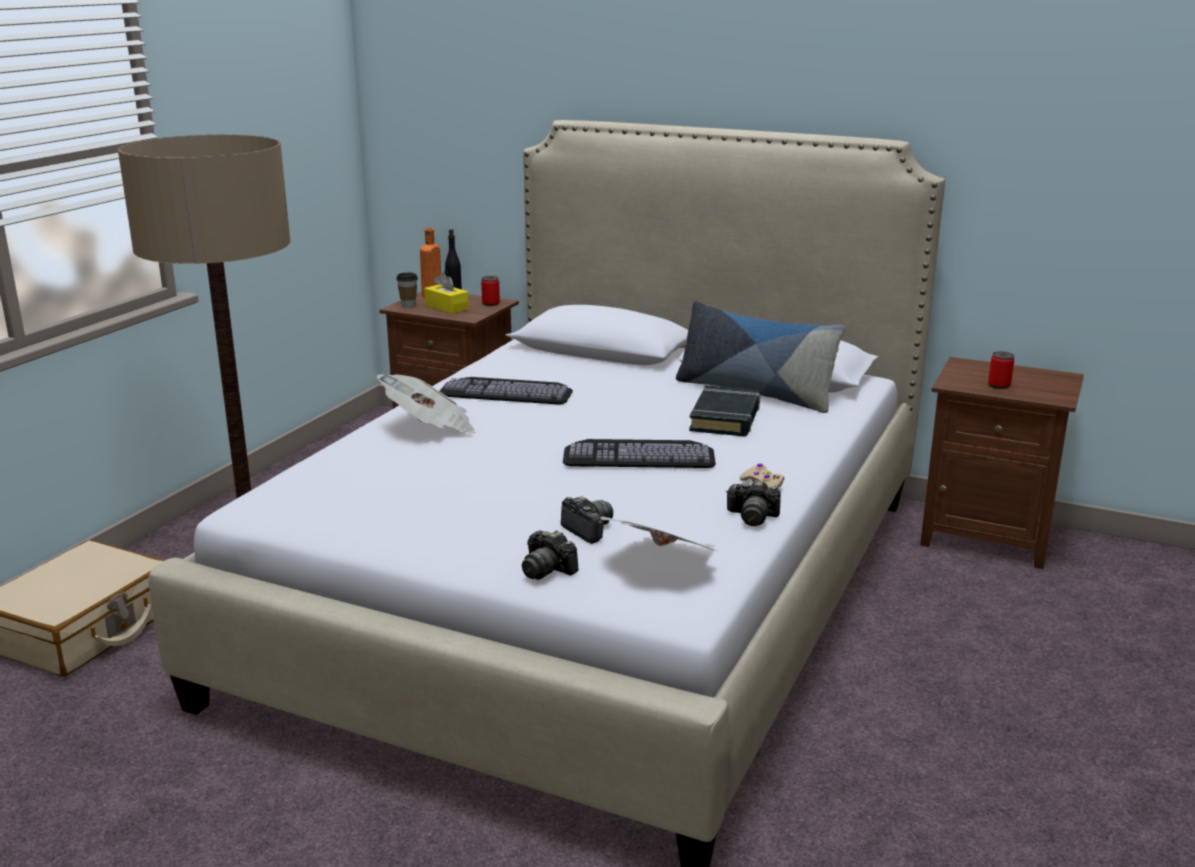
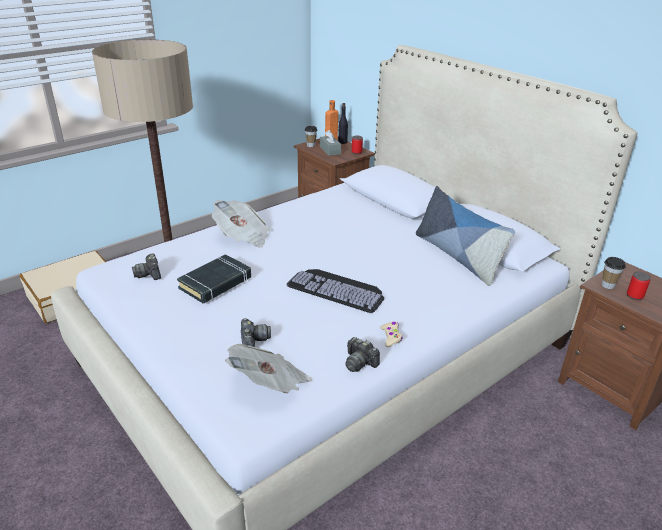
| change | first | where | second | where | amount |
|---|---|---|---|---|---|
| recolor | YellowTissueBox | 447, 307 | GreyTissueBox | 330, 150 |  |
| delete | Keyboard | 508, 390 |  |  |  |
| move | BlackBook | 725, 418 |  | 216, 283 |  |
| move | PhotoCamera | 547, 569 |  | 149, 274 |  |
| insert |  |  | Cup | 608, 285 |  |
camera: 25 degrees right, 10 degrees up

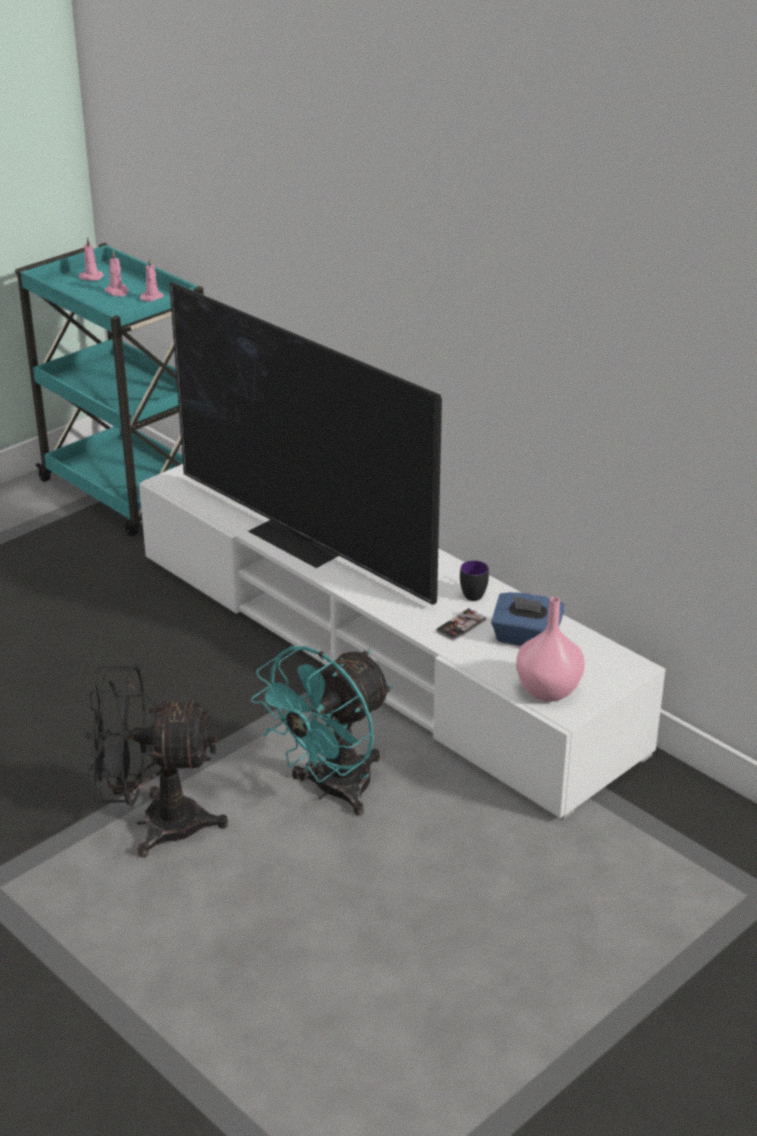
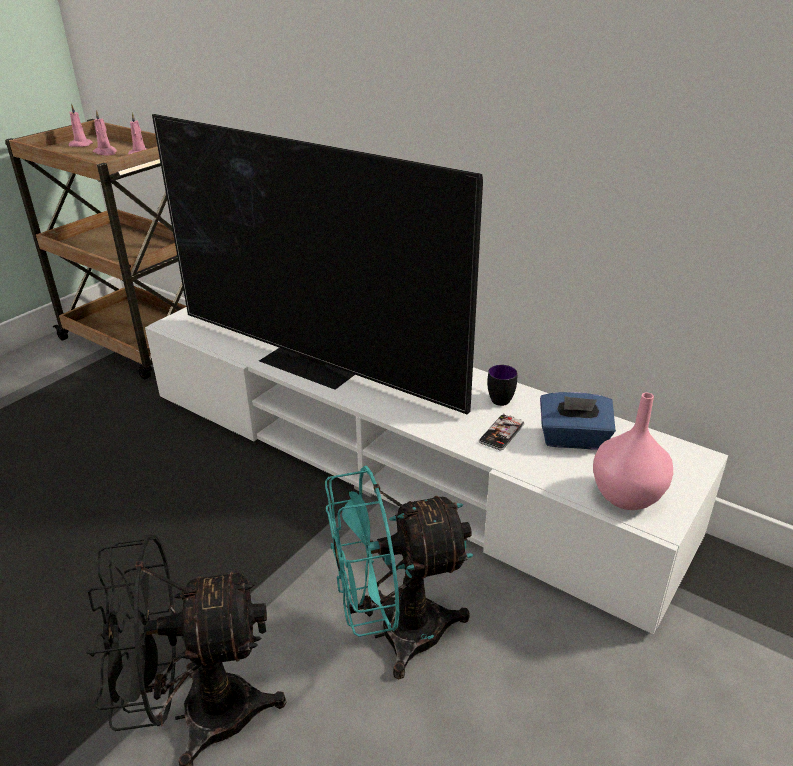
| change | first | where | second | where | amount |
|---|---|---|---|---|---|
| recolor | TurquoiseCart | 130, 492 | BrownCart | 141, 342 |  |
| rotate | TurquoiseFan | 331, 790 |  | 394, 633 | 45 degrees clockwise |
camera: 10 degrees left, 0 degrees up

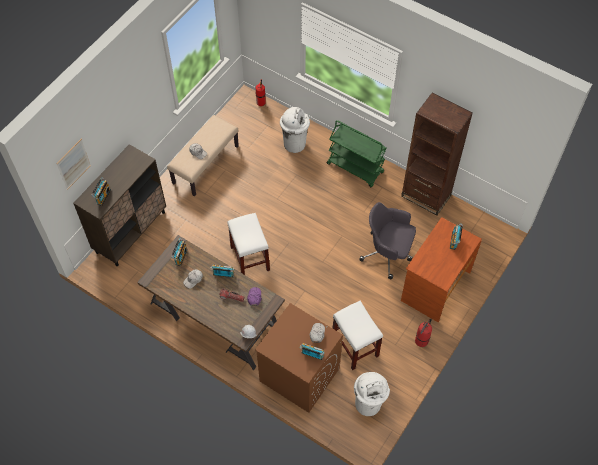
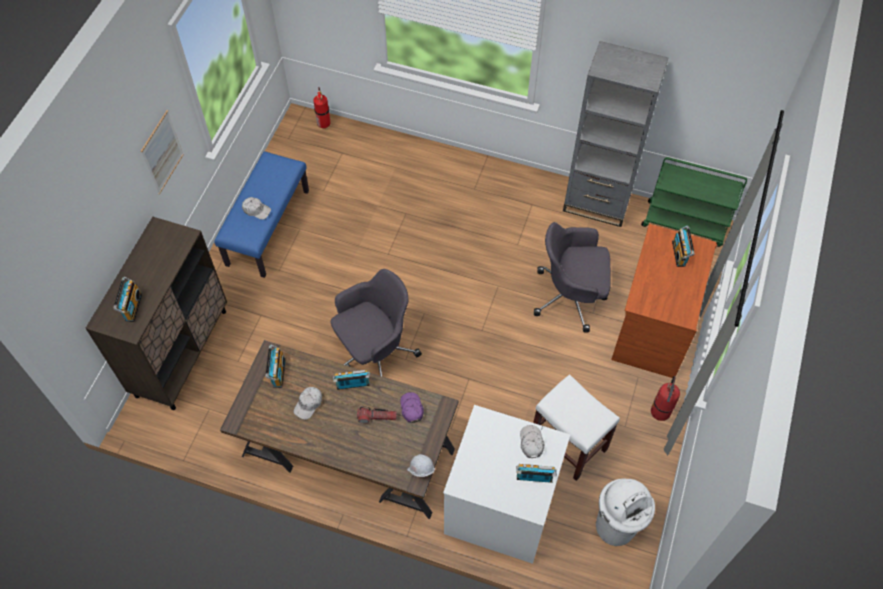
| change | first | where | second | where | amount |
|---|---|---|---|---|---|
| recolor | BrownBookcase | 426, 196 | GreyBookcase | 596, 203 |  |
| delete | WhiteTrashCan | 295, 144 |  |  |  |
| recolor | BeigeBench | 205, 164 | BlueBench | 267, 227 |  |
| move | GreenCart | 355, 168 |  | 685, 223 |  |
| move | Picture | 73, 164 |  | 162, 152 |  |
| replace | WhiteStool | 250, 259 | GreyOfficeChair | 375, 351 |  |
| recolor | BrownWashingMachine | 299, 374 | WhiteWashingMachine | 500, 508 |  |
camera: 15 degrees left, 0 degrees up

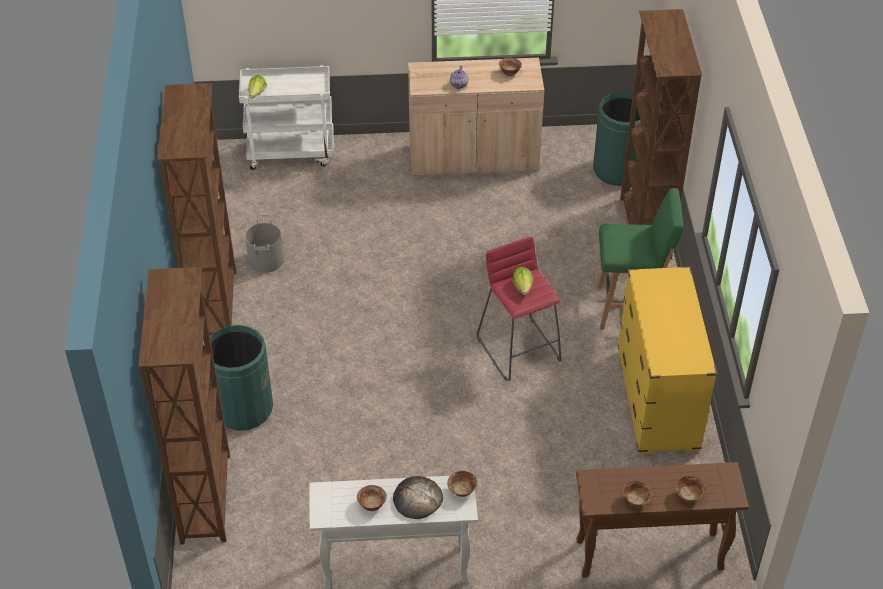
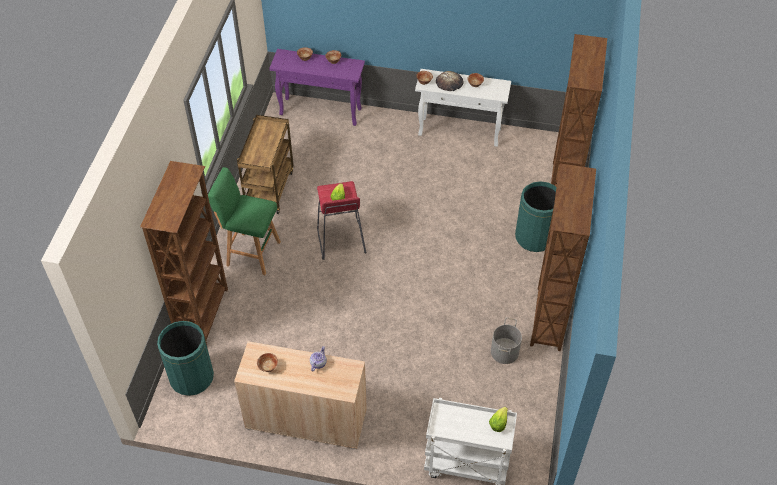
| change | first | where | second | where | amount |
|---|---|---|---|---|---|
| replace | YellowDresser | 657, 400 | BrownCart | 269, 188 |  |
| recolor | BrownConsoleTable | 648, 555 | PurpleConsoleTable | 321, 111 |  |
camera: 165 degrees left, 5 degrees up

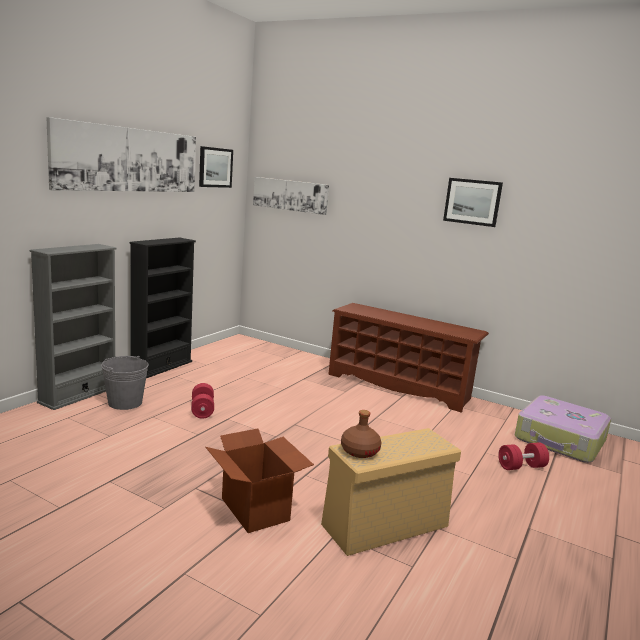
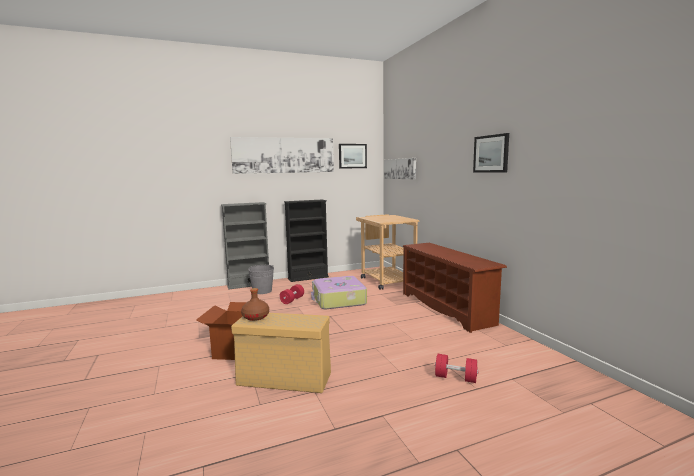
| change | first | where | second | where | amount |
|---|---|---|---|---|---|
| move | Suitcase | 560, 440 |  | 338, 300 |  |
| insert |  |  | BeigeCart | 385, 280 |  |
camera: 40 degrees right, 5 degrees down

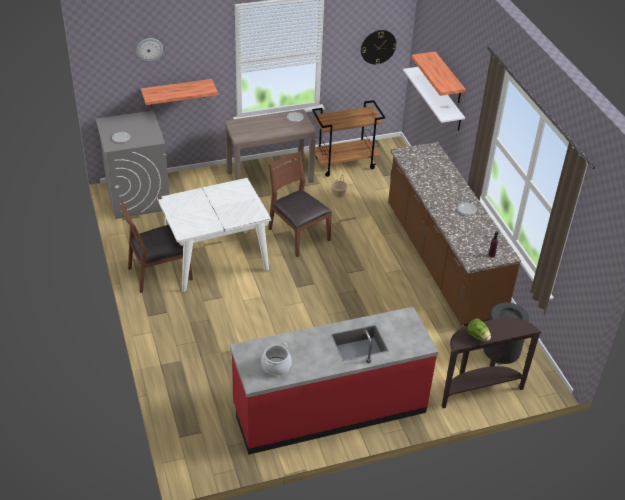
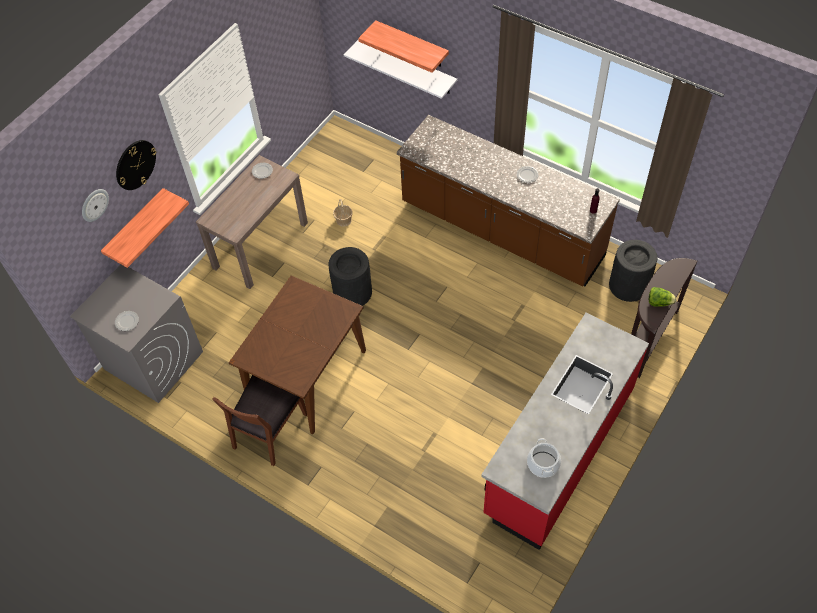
| change | first | where | second | where | amount |
|---|---|---|---|---|---|
| move | WallClock | 378, 47 |  | 135, 164 |  |
| delete | BrownCart | 345, 163 |  |  |  |
| replace | BrownChair | 297, 234 | BlackTrashCan | 352, 292 |  |
| recolor | WhiteDiningTable | 215, 261 | BrownDiningTable | 307, 377 |  |
camera: 35 degrees left, 15 degrees up

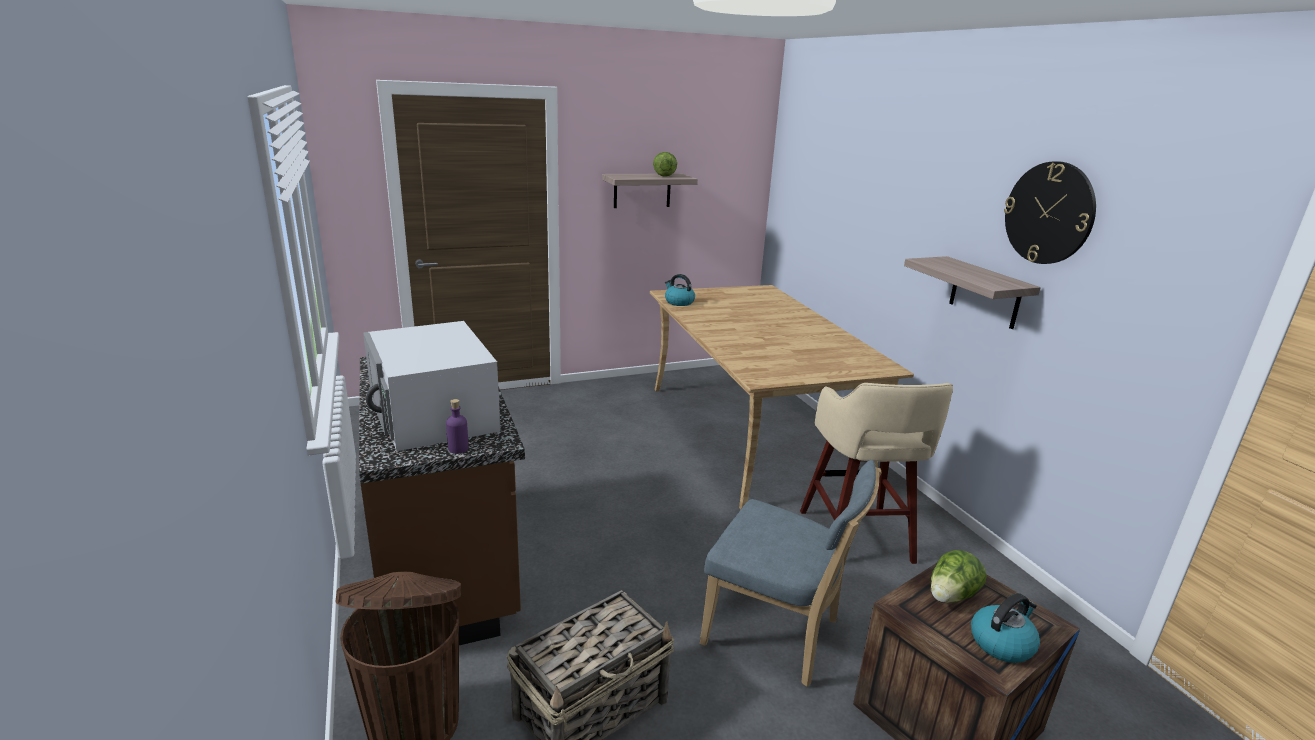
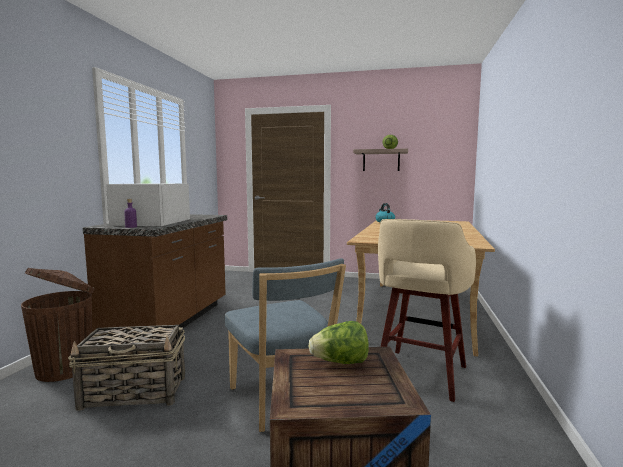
| change | first | where | second | where | amount |
|---|---|---|---|---|---|
| delete | WallClock | 1049, 213 |  |  |  |
| delete | Shelf | 985, 293 |  |  |  |
| delete | Kettle | 1001, 643 |  |  |  |
camera: 35 degrees right, 15 degrees down

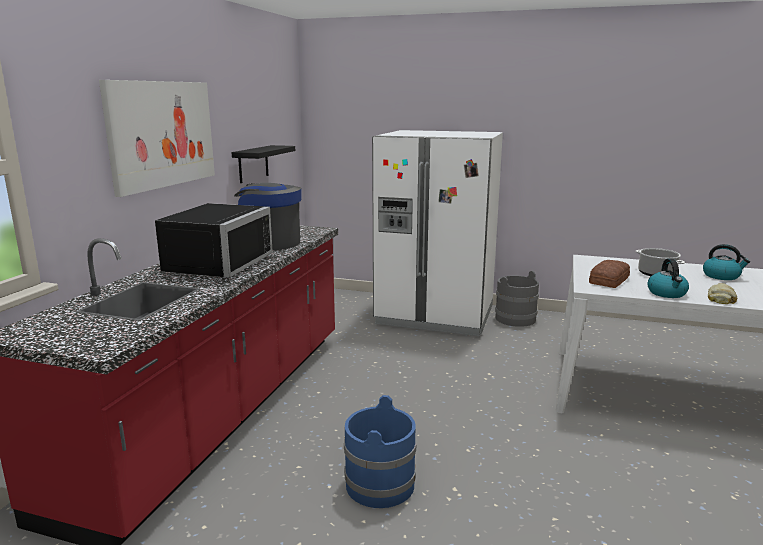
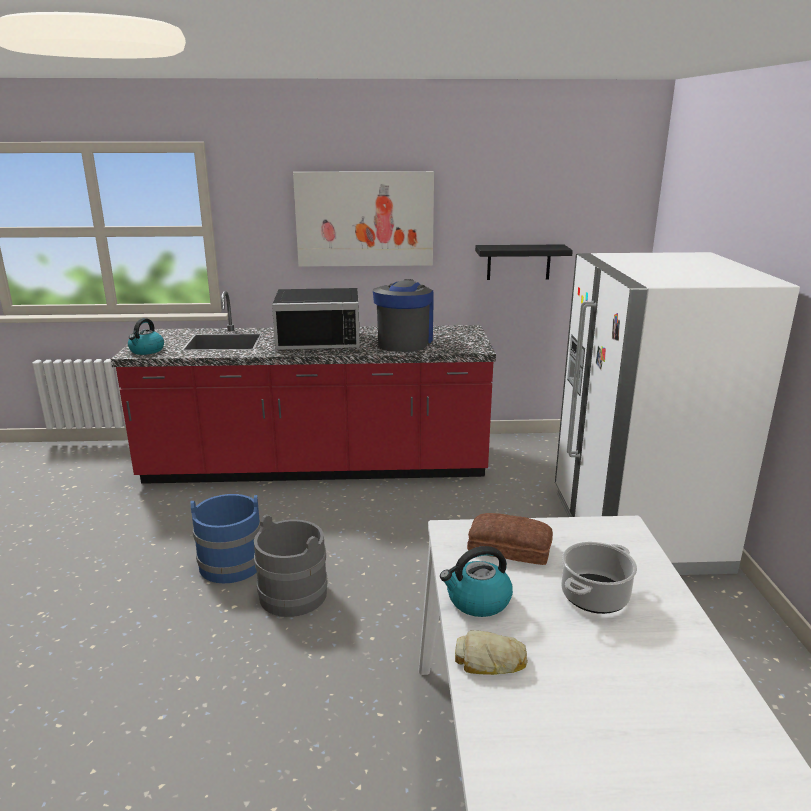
| change | first | where | second | where | amount |
|---|---|---|---|---|---|
| move | Kettle | 721, 276 |  | 146, 351 |  |
| move | GreyBucket | 515, 318 |  | 293, 594 |  |
camera: 70 degrees right, 5 degrees up

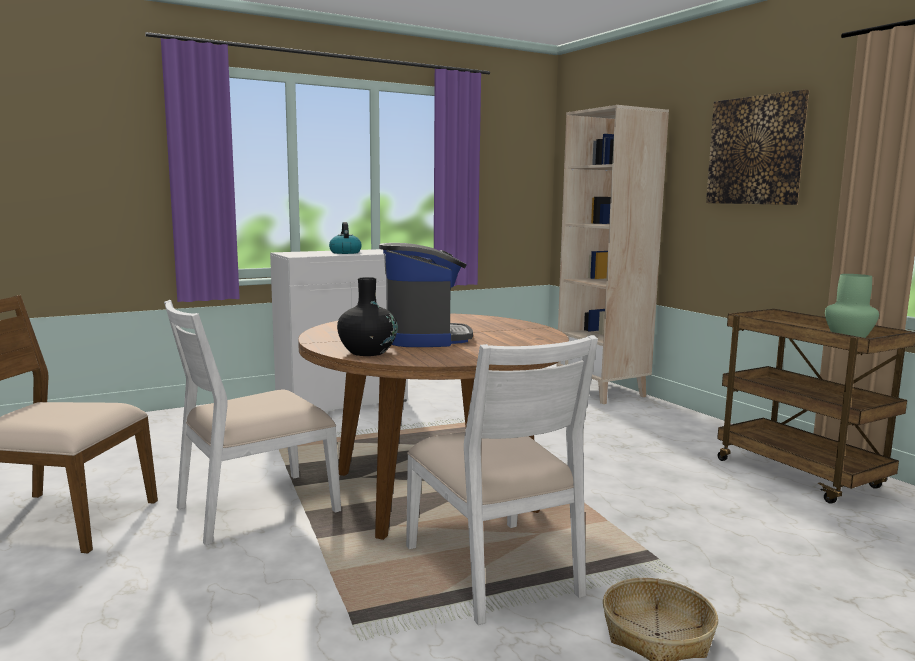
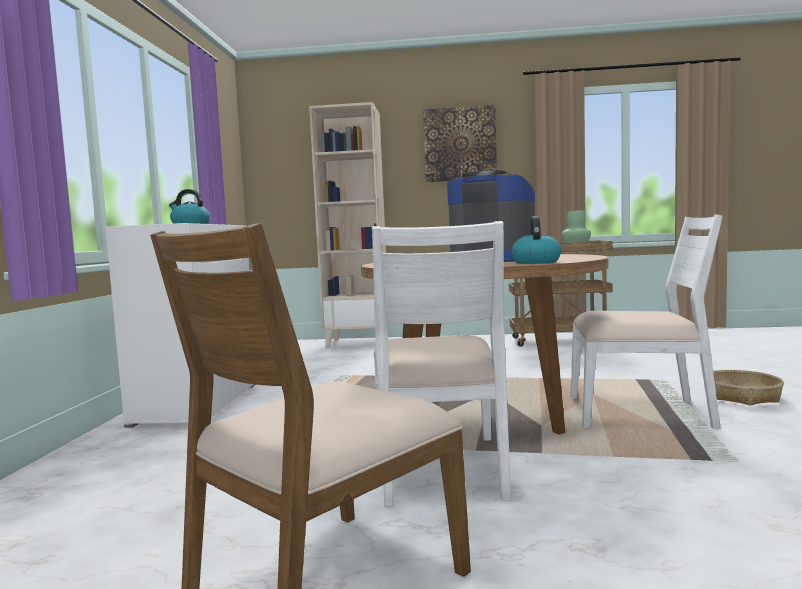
| change | first | where | second | where | amount |
|---|---|---|---|---|---|
| replace | BlackVase | 367, 352 | Kettle | 535, 262 |  |
camera: 55 degrees left, 5 degrees down

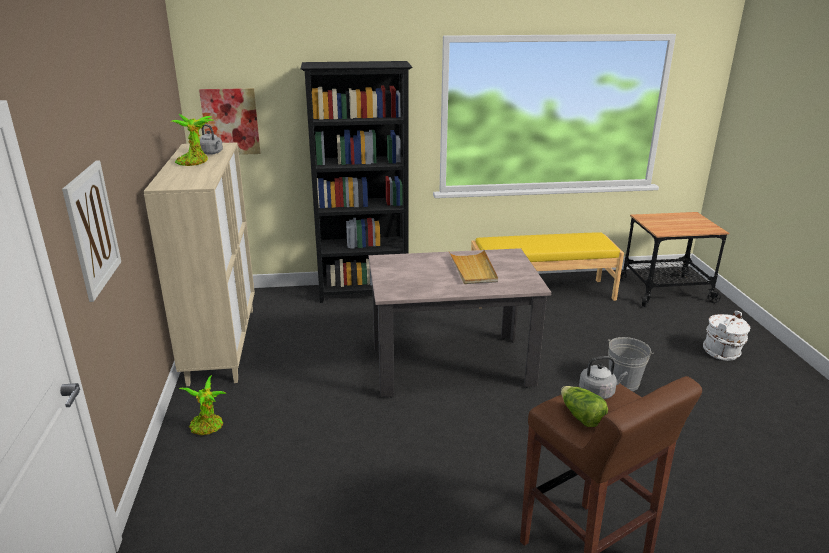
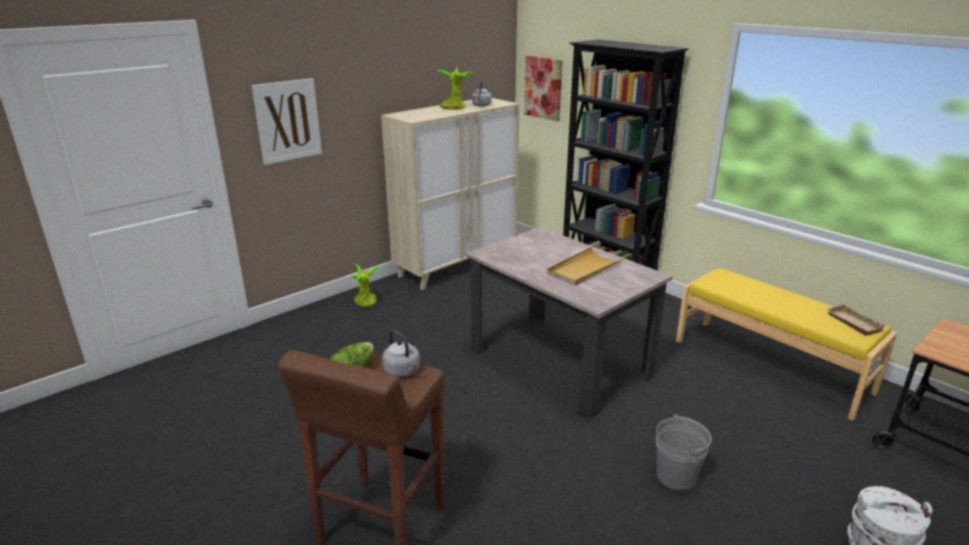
| change | first | where | second | where | amount |
|---|---|---|---|---|---|
| insert |  |  | BeigeTray | 852, 323 |  |
camera: 55 degrees right, 0 degrees up

